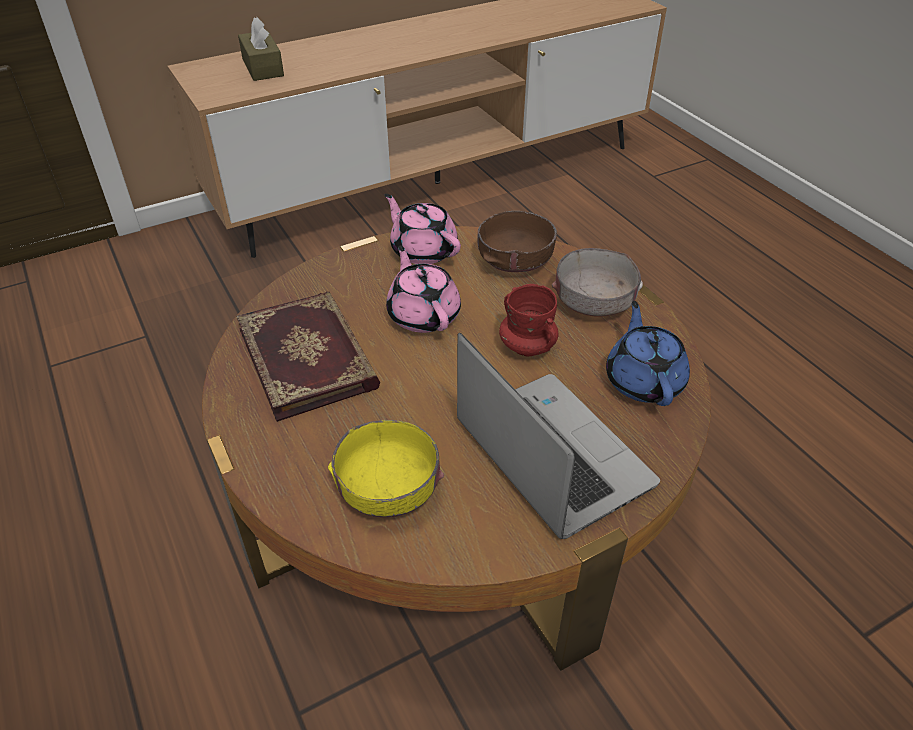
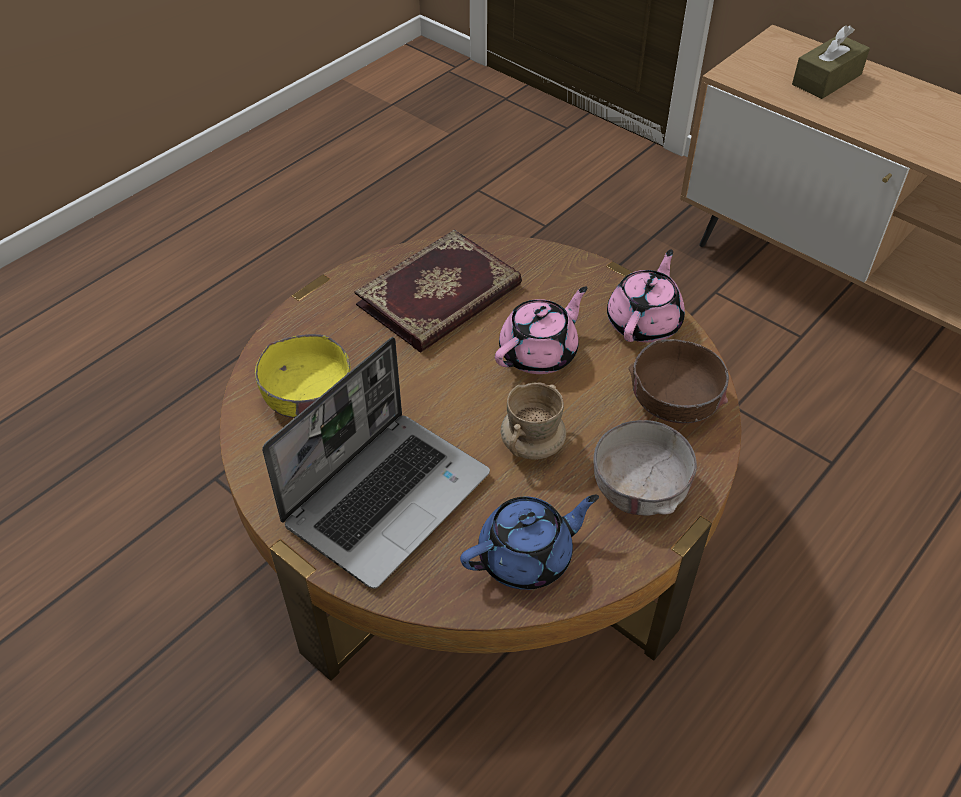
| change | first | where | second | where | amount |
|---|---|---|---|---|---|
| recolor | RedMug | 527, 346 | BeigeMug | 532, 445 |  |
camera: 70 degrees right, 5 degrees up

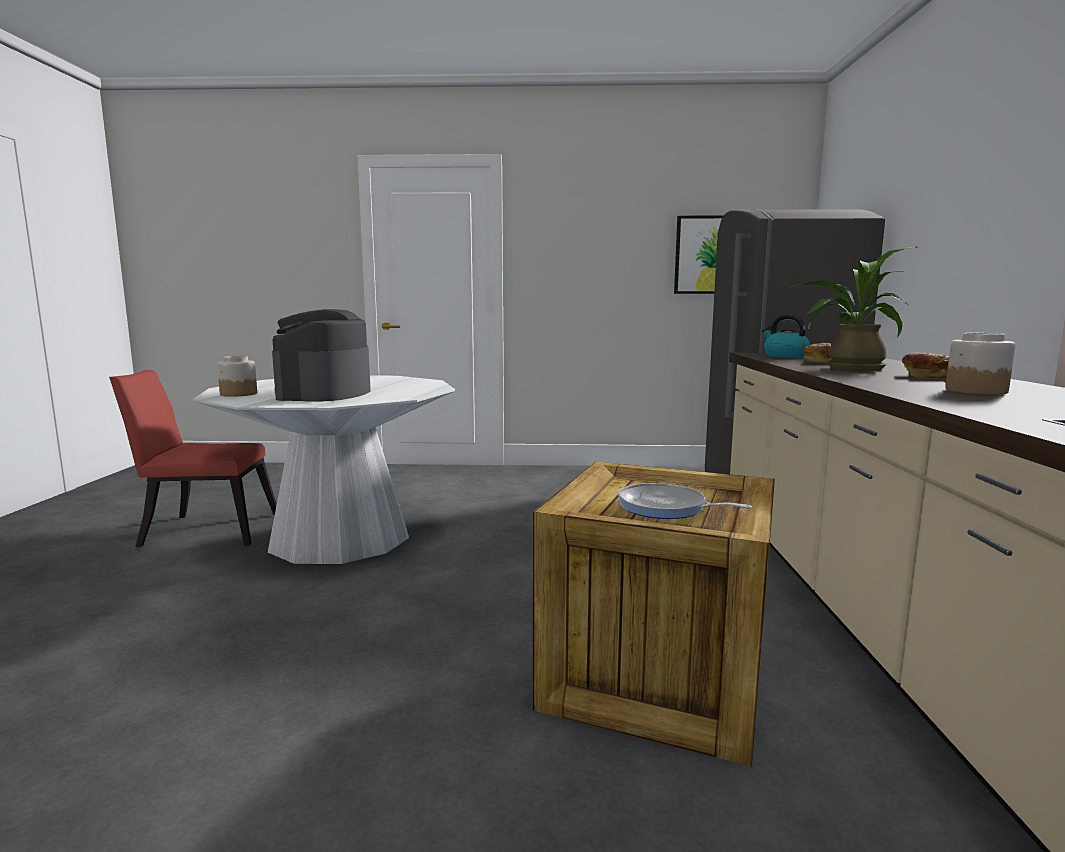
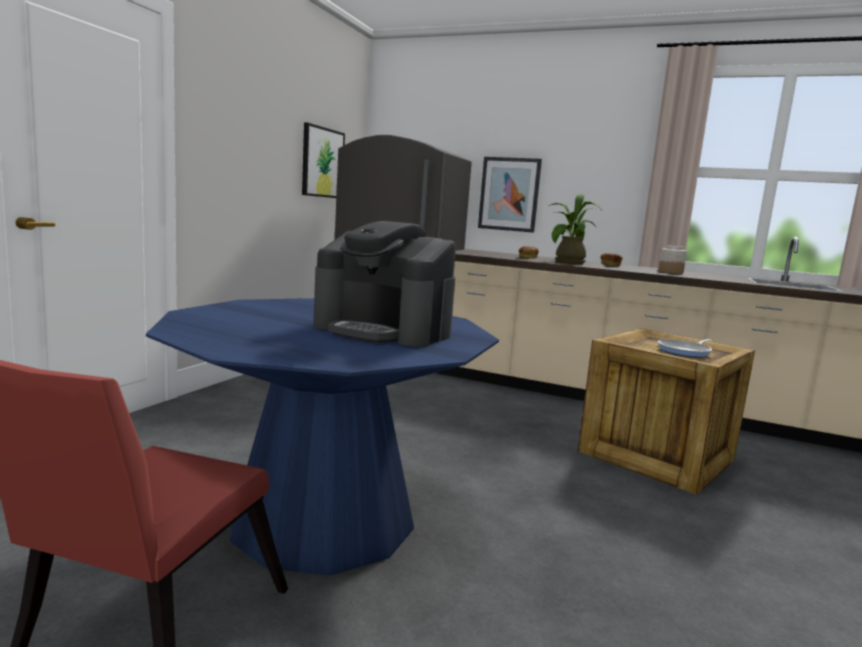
| change | first | where | second | where | amount |
|---|---|---|---|---|---|
| delete | Kettle | 784, 356 |  |  |  |
| delete | Jar | 238, 394 |  |  |  |
| recolor | WhiteDiningTable | 340, 537 | BlueDiningTable | 323, 519 |  |
| insert |  |  | Picture | 509, 194 |  |
camera: 70 degrees left, 0 degrees up

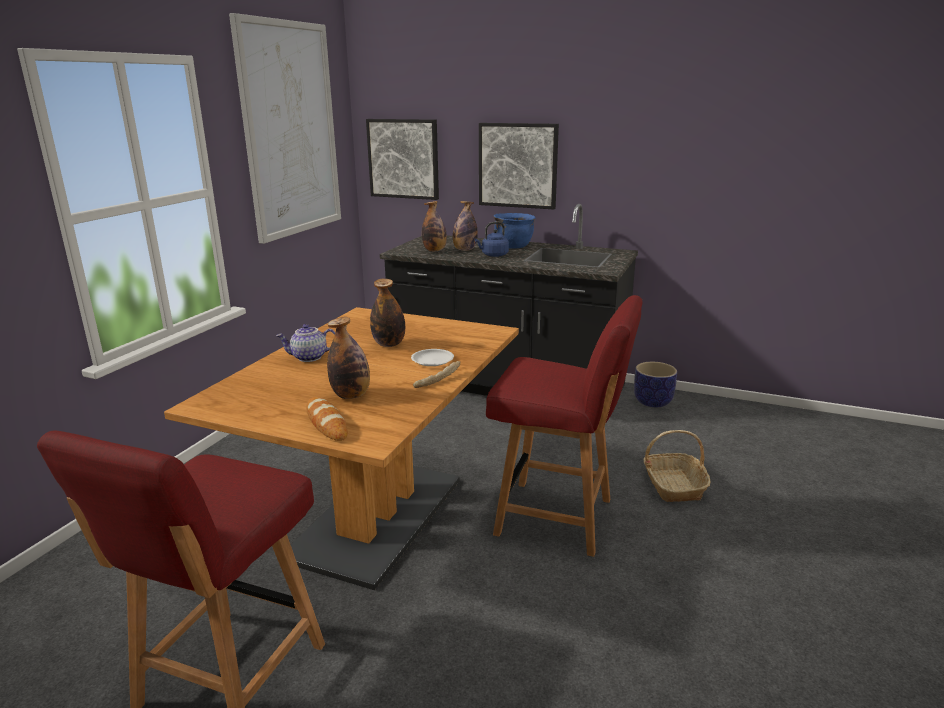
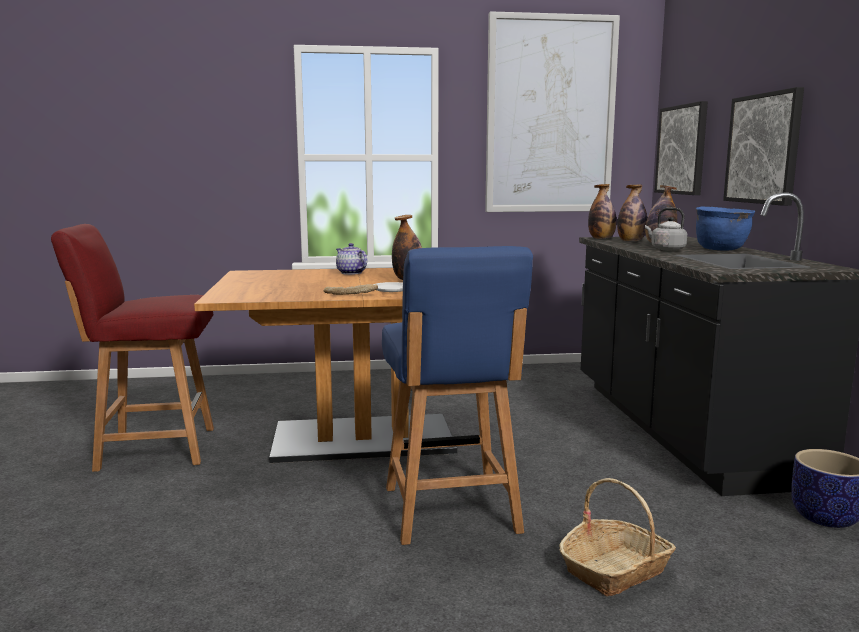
| change | first | where | second | where | amount |
|---|---|---|---|---|---|
| recolor | BlueKettle | 493, 255 | GreyKettle | 666, 249 |  |
| recolor | RedChair | 557, 517 | BlueChair | 451, 511 |  |
| move | Bottle | 351, 395 |  | 601, 238 |  |
| delete | Bread | 326, 423 |  |  |  |
camera: 60 degrees right, 10 degrees down

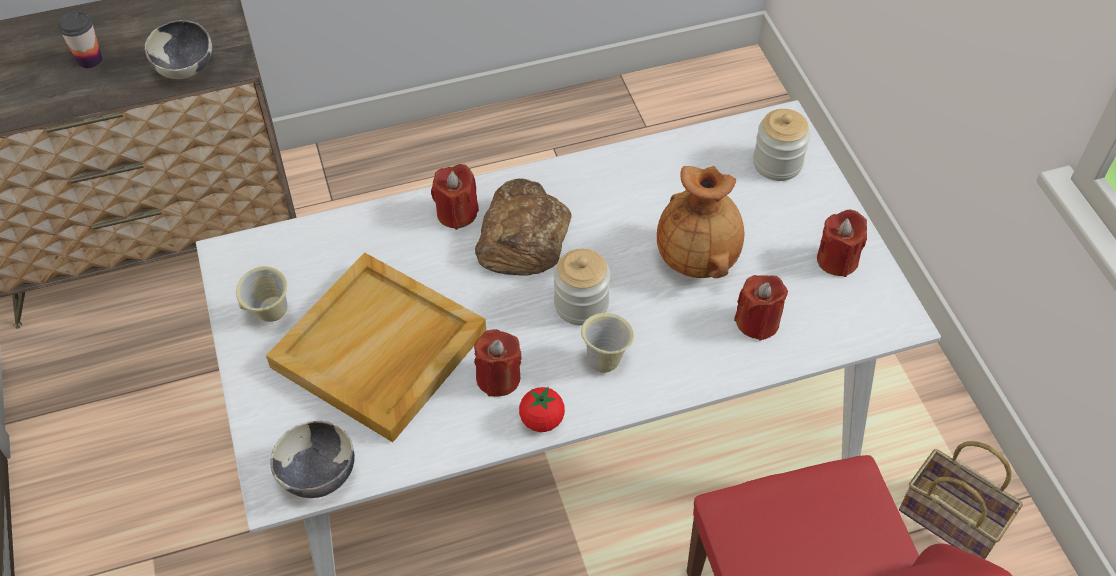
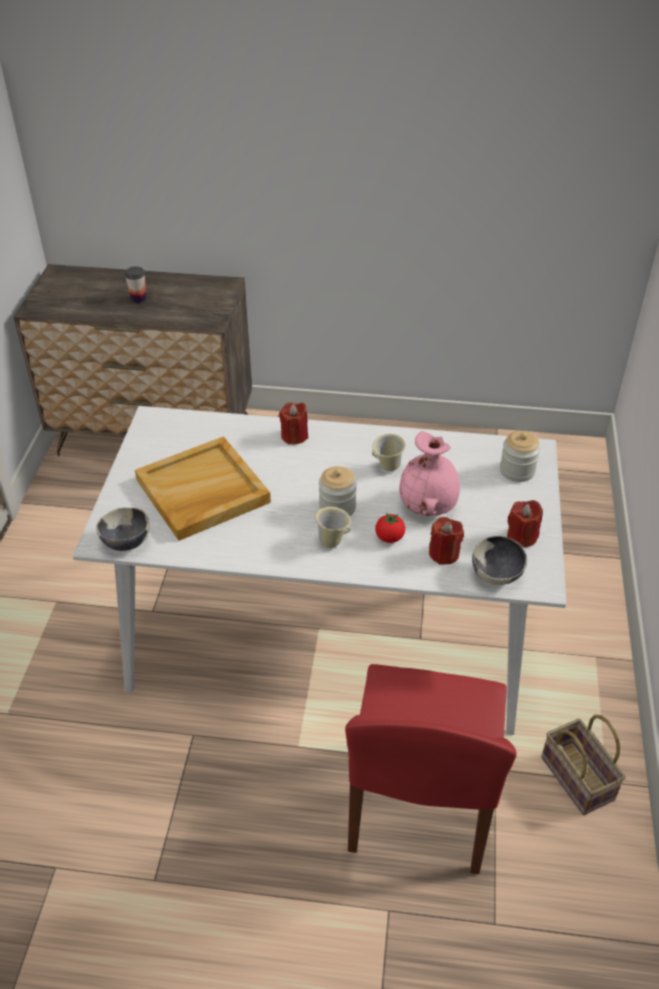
| change | first | where | second | where | amount |
|---|---|---|---|---|---|
| move | Bowl | 186, 69 |  | 496, 575 |  |
| recolor | BrownVase | 698, 257 | PinkVase | 429, 506 |  |
| delete | Bread | 522, 236 |  |  |  |
| move | BeigeMug | 270, 316 |  | 387, 468 |  |
| delete | RedCandle | 498, 378 |  |  |  |
| move | Tomato | 542, 420 |  | 389, 537 |  |
camera: 25 degrees right, 10 degrees down

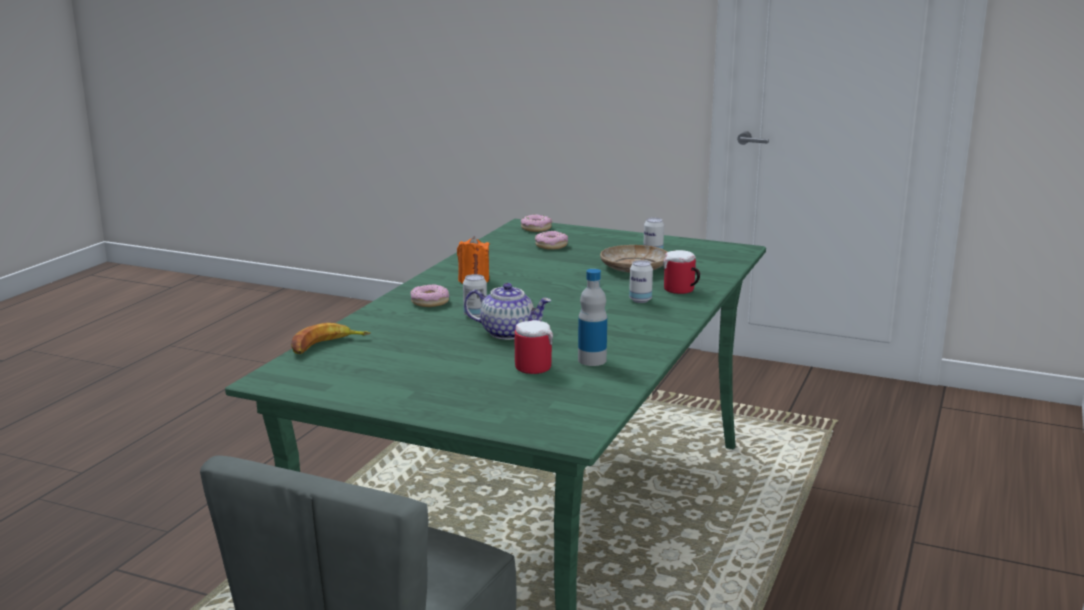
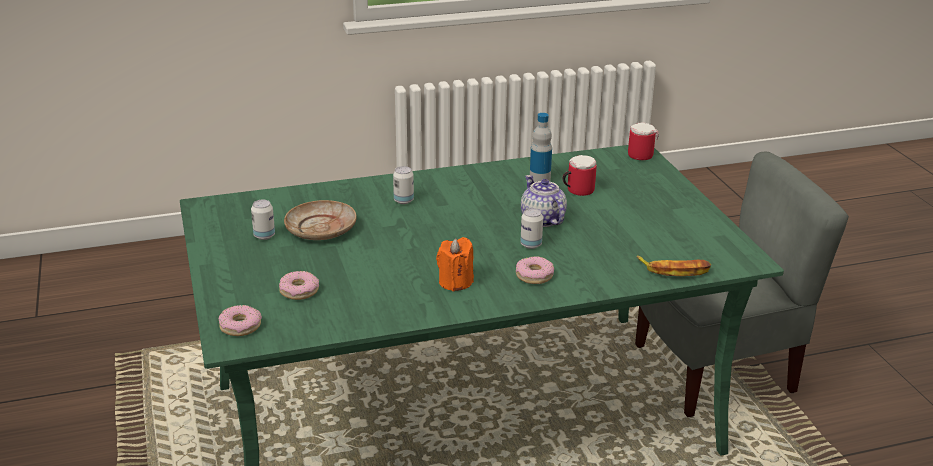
| change | first | where | second | where | amount |
|---|---|---|---|---|---|
| move | Mug | 681, 291 |  | 641, 154 |  |
camera: 130 degrees left, 10 degrees up

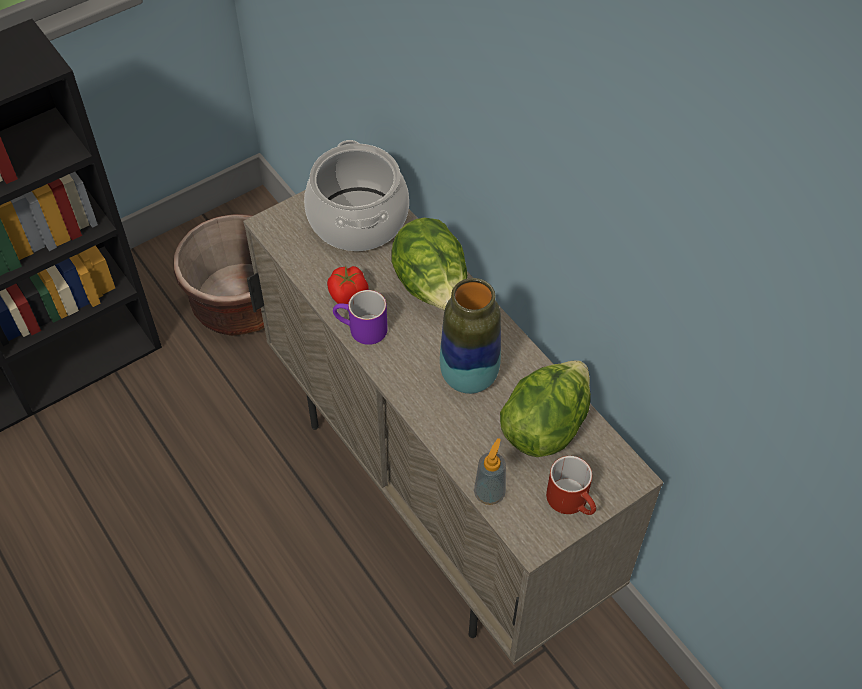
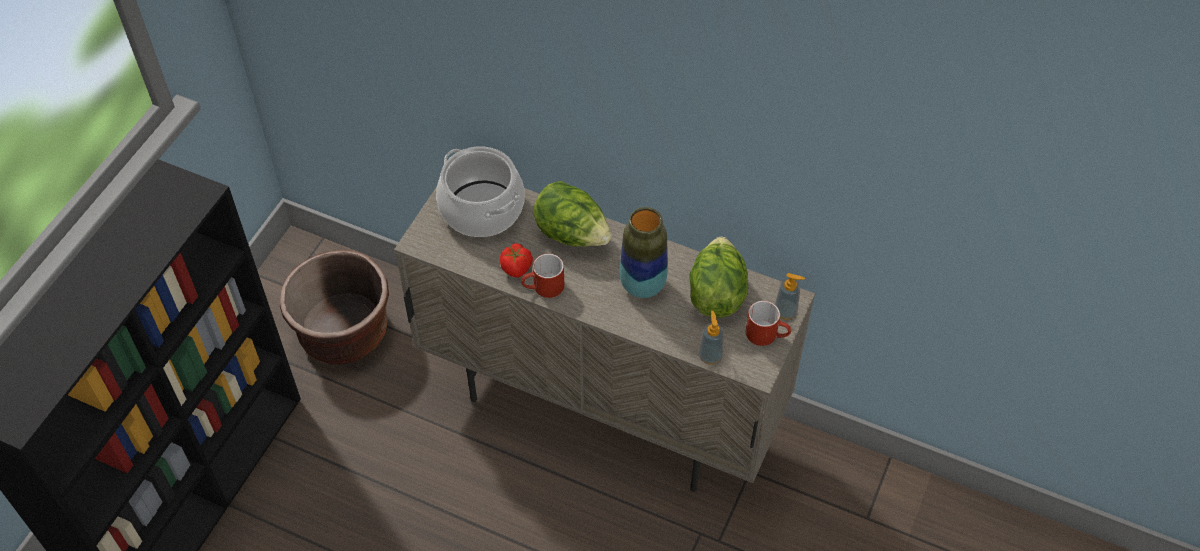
| change | first | where | second | where | amount |
|---|---|---|---|---|---|
| recolor | PurpleMug | 361, 330 | RedMug | 543, 288 |  |
| insert |  |  | SoapDispenser | 785, 311 |  |
camera: 30 degrees left, 0 degrees up

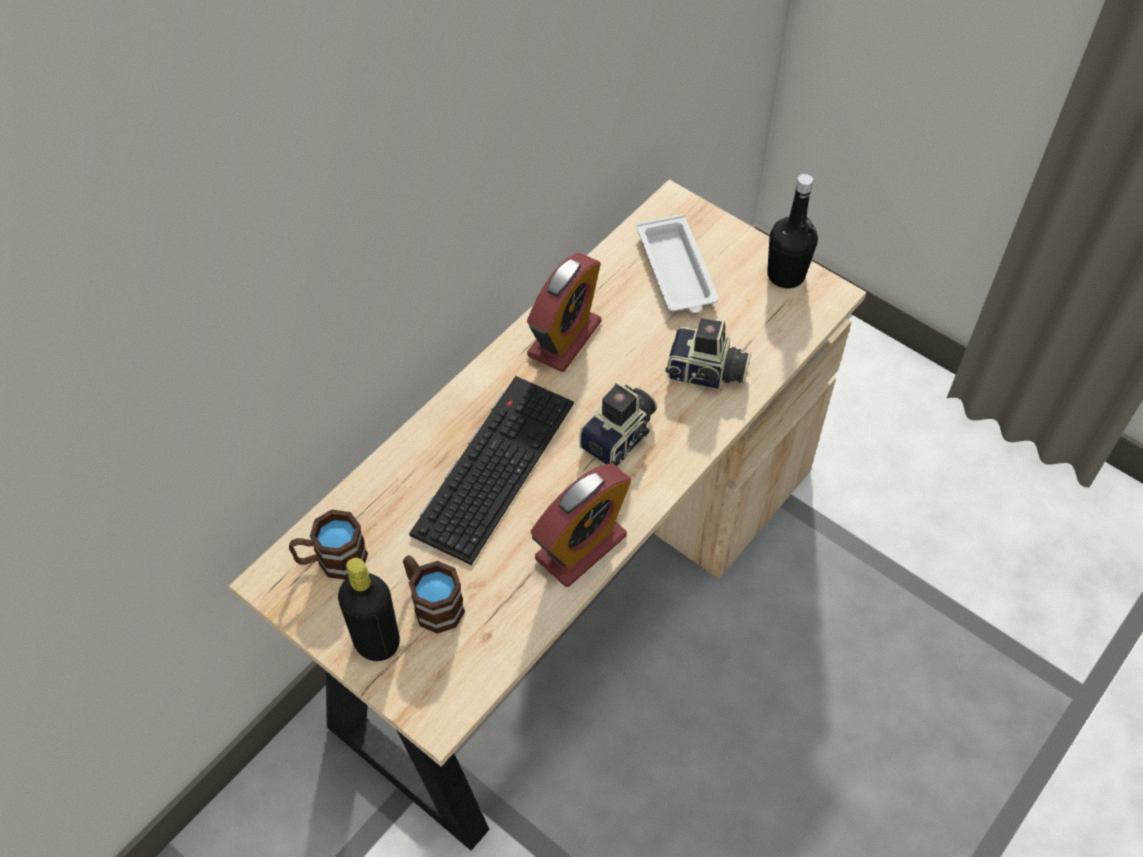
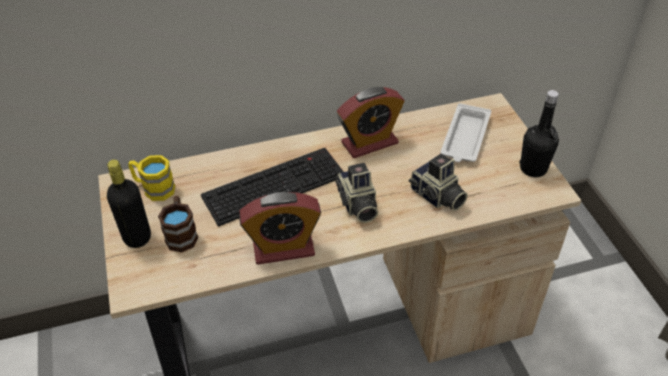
| change | first | where | second | where | amount |
|---|---|---|---|---|---|
| rotate | PhotoCamera | 621, 437 |  | 357, 205 | 90 degrees clockwise |
| recolor | BrownMug | 332, 560 | YellowMug | 154, 188 |  |
camera: 35 degrees right, 10 degrees down

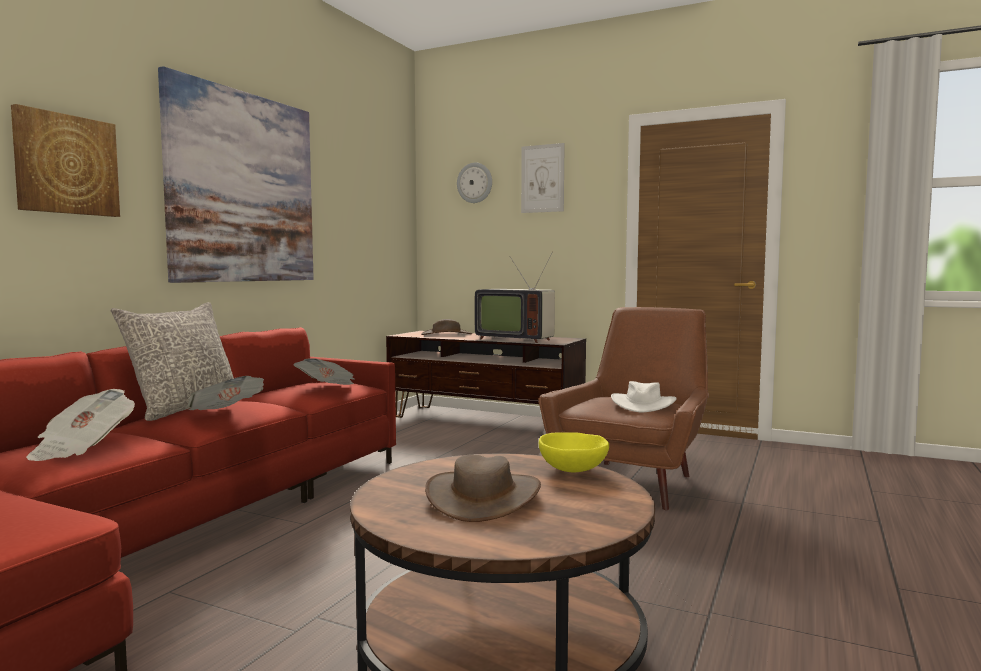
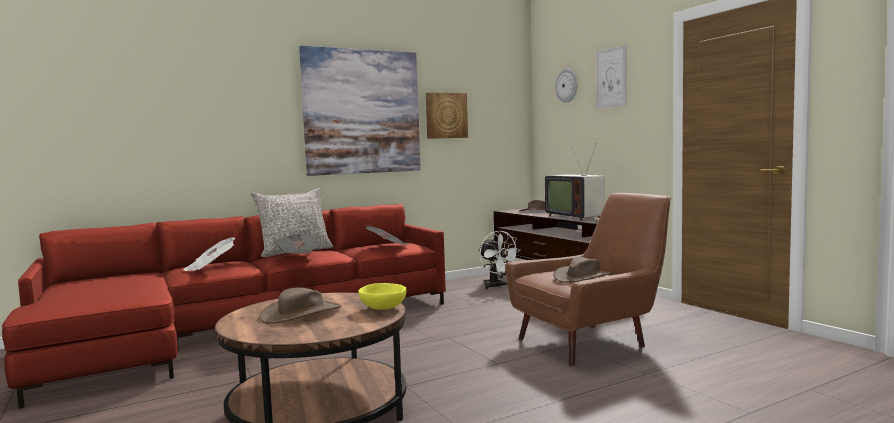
| change | first | where | second | where | amount |
|---|---|---|---|---|---|
| move | Picture | 66, 165 |  | 446, 115 |  |
| recolor | WhiteHat | 643, 404 | BrownHat | 583, 277 |  |
| insert |  |  | WhiteFan | 496, 286 |  |
camera: 35 degrees right, 0 degrees up

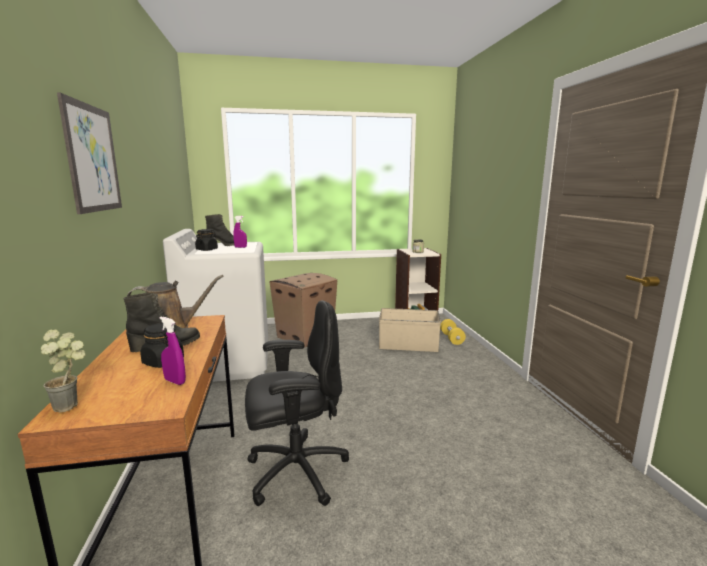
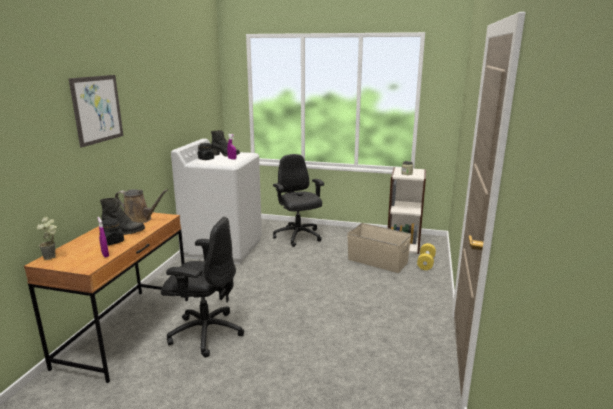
| change | first | where | second | where | amount |
|---|---|---|---|---|---|
| replace | CardboardBox | 306, 336 | BlackOfficeChair | 298, 237 |  |
camera: 25 degrees right, 5 degrees up

